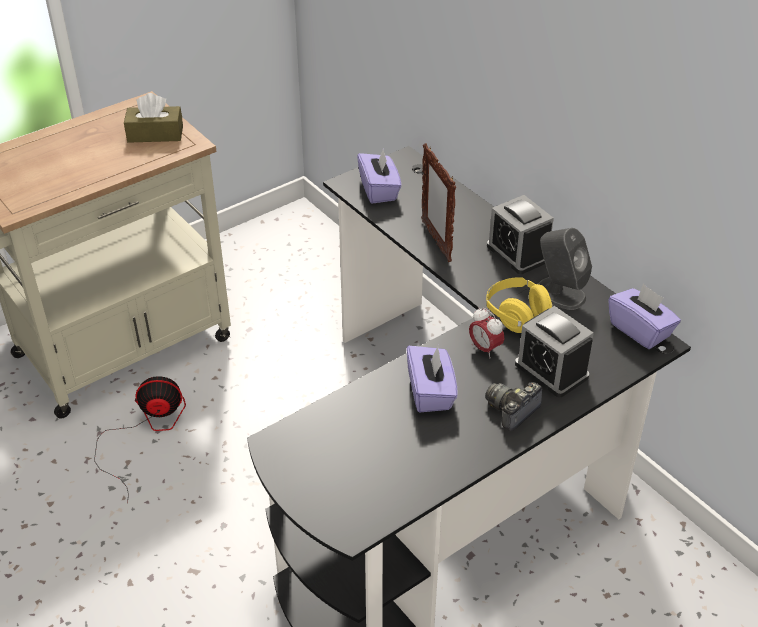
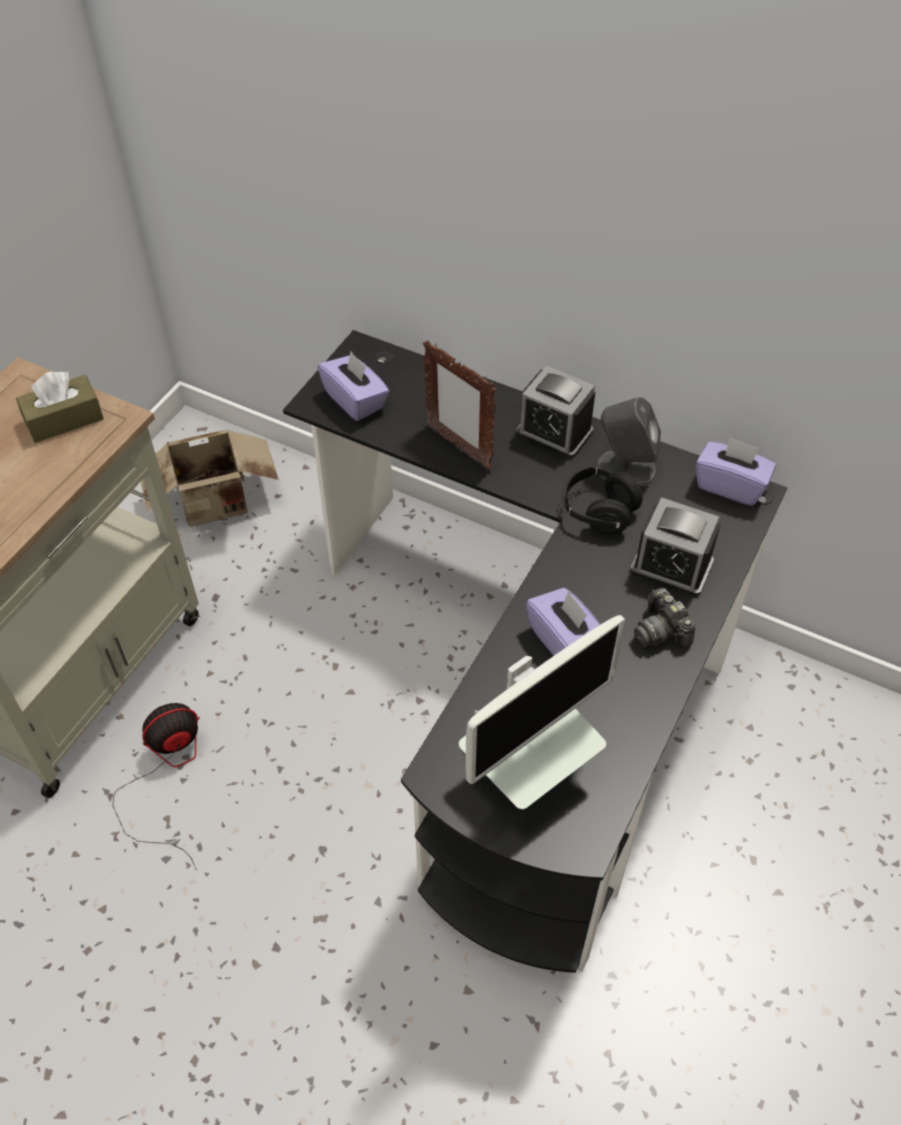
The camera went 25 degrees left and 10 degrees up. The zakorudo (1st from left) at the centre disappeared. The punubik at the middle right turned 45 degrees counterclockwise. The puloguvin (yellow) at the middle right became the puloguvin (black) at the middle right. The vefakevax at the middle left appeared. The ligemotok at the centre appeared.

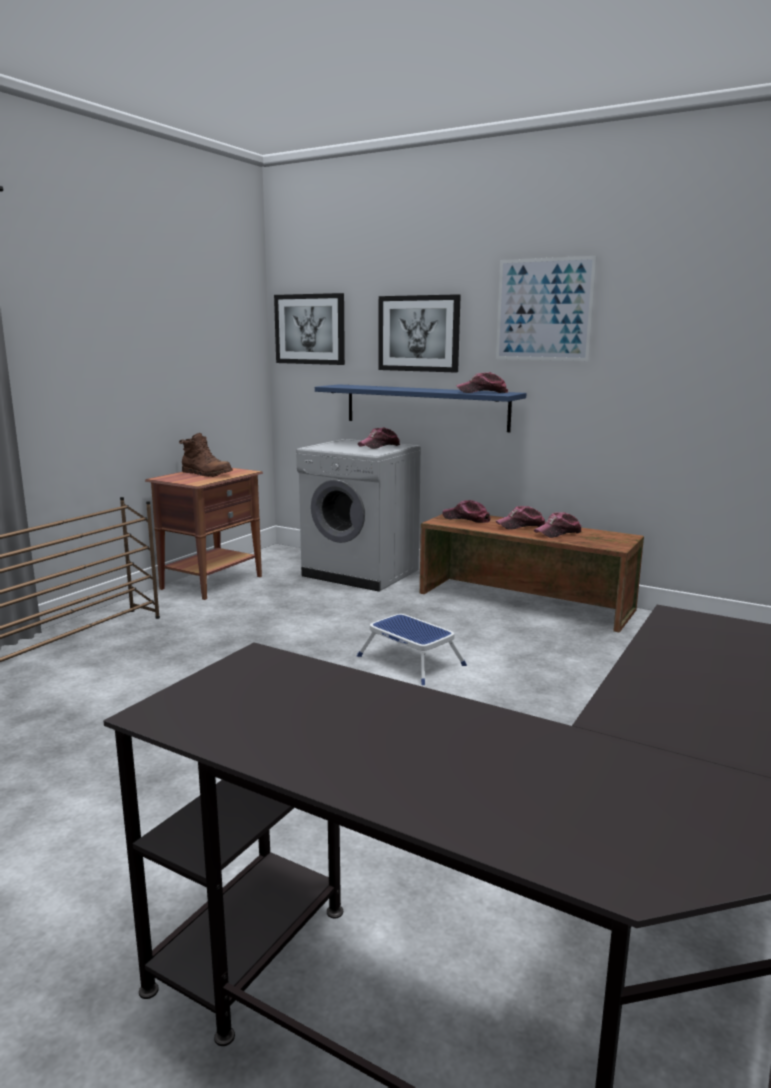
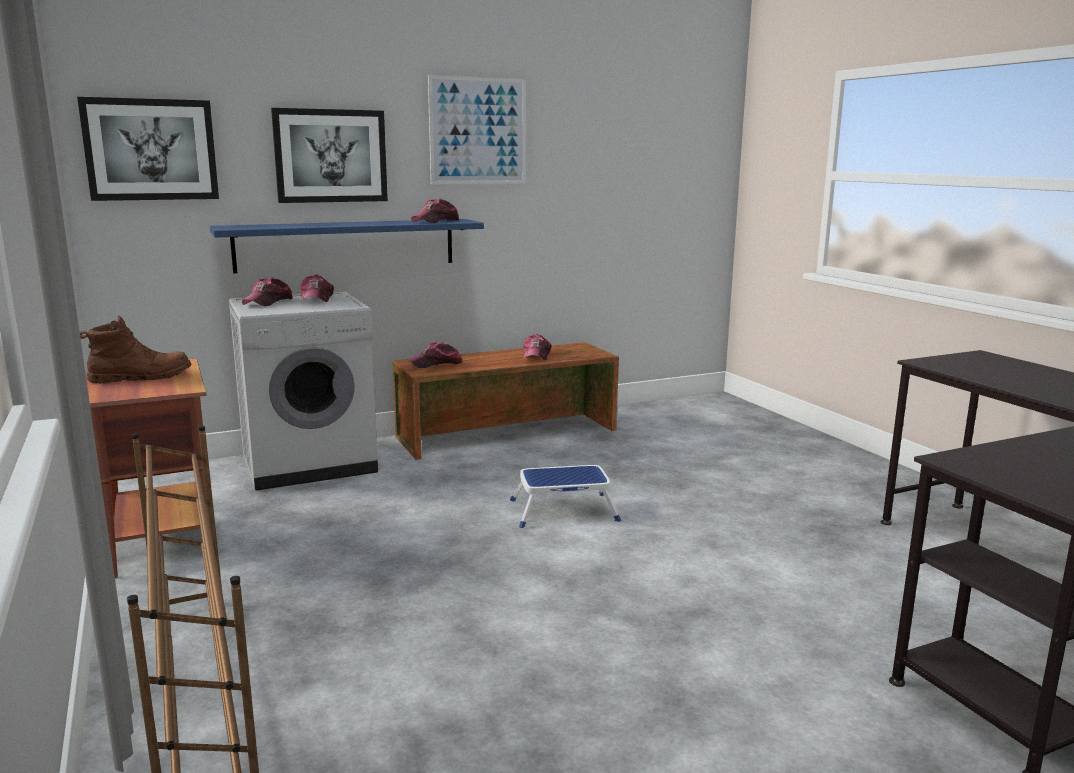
The camera went 55 degrees left and 0 degrees up. The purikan (4th from left in the first image) moved from the middle right to the middle left.

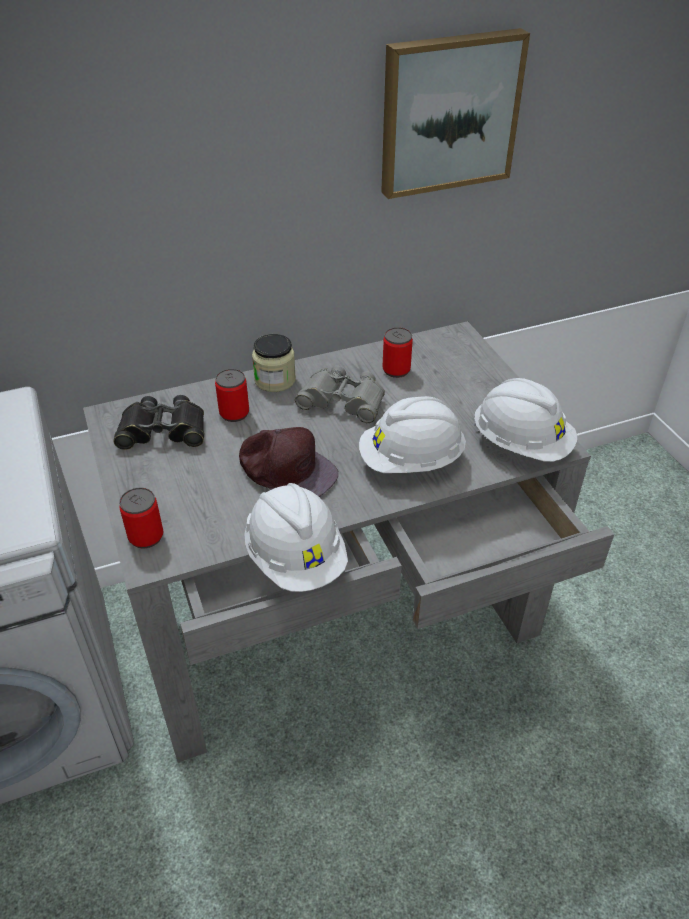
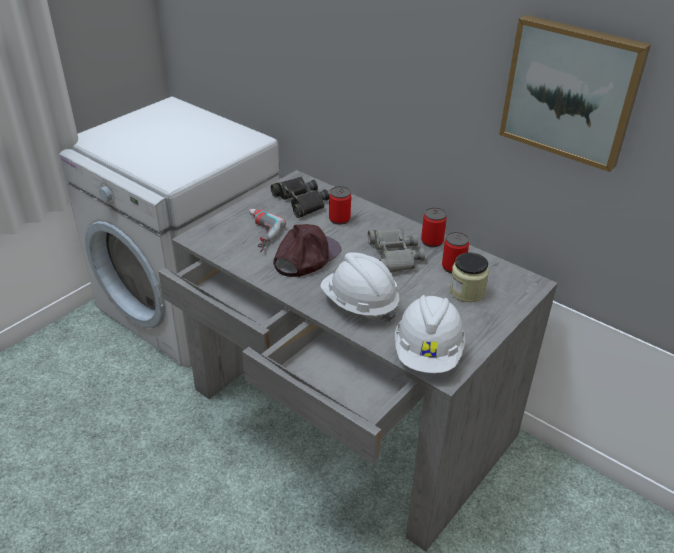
The camera went 60 degrees right and 5 degrees down. The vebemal (1st from left in the first image) moved from the middle left to the centre. The purikan (brown) at the centre turned 150 degrees counterclockwise. The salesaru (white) (1st from left) at the centre disappeared. The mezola moved from the centre to the middle right. The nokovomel at the centre appeared.

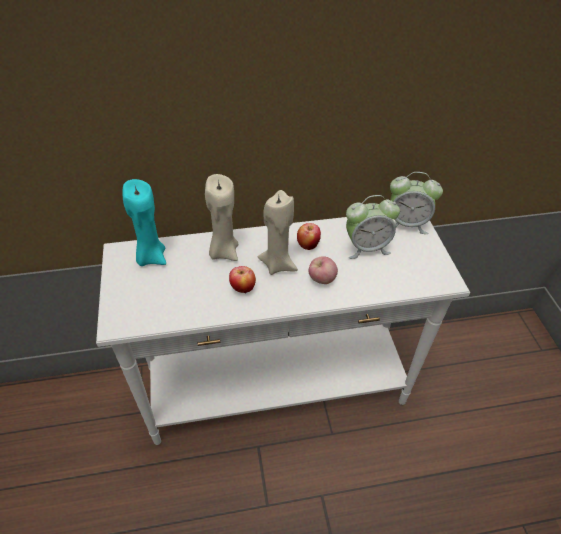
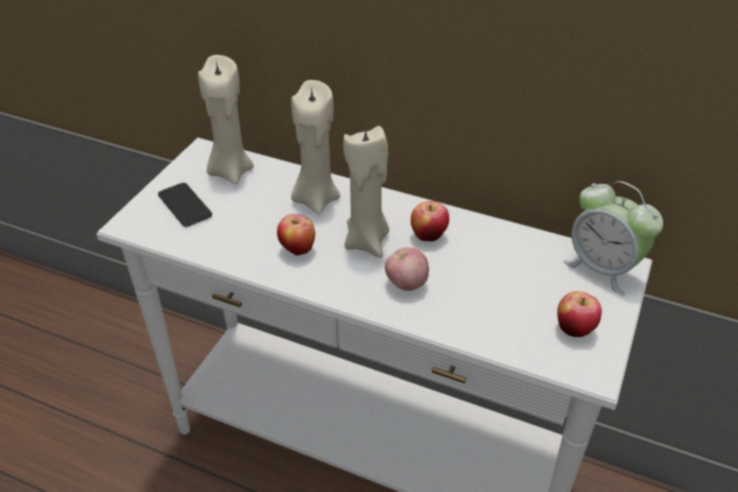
The camera went 35 degrees right and 5 degrees down. The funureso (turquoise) at the middle left became the funureso (beige) (1st from left) at the top left. The zakorudo (1st from left) at the centre disappeared. The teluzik at the middle left appeared. The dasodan (4th from left) at the middle right appeared.

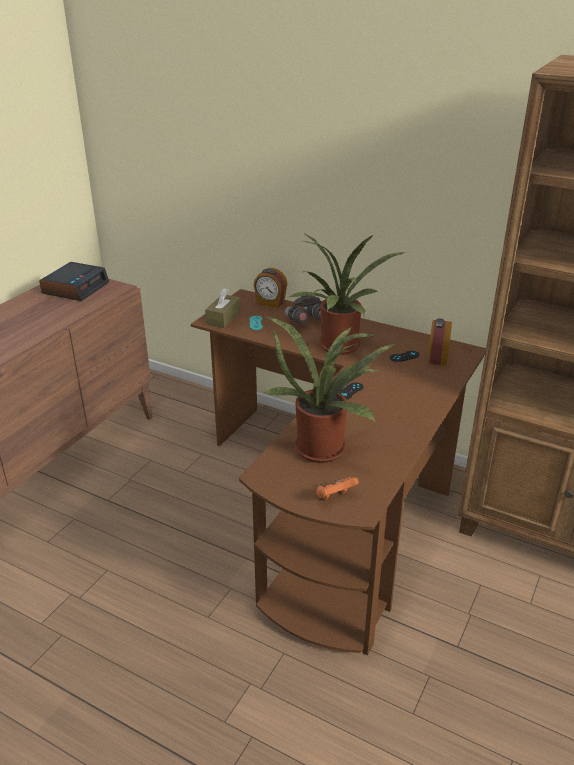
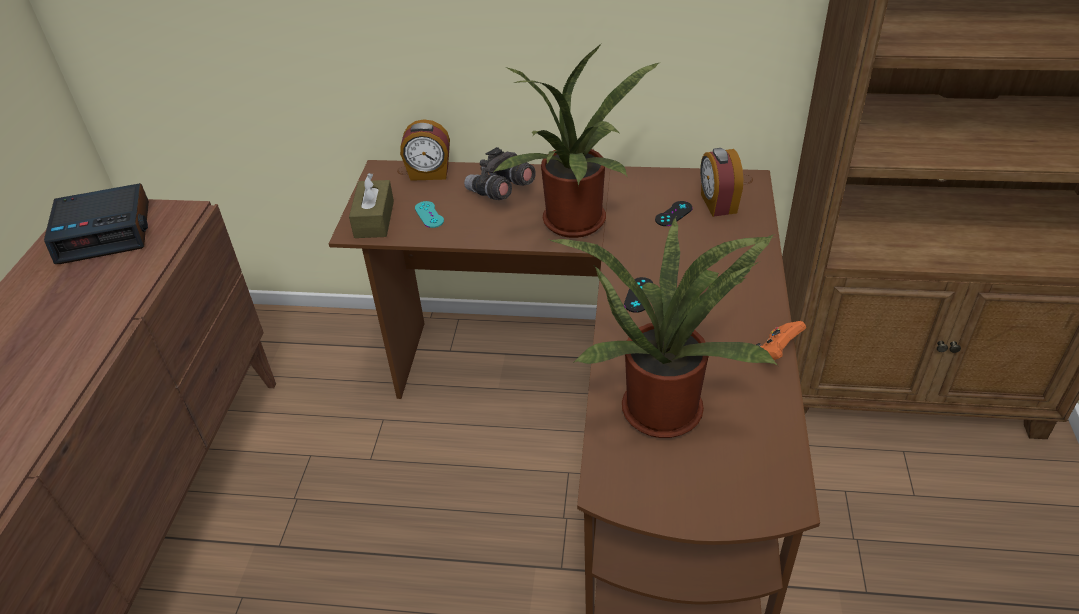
The camera went 20 degrees left and 10 degrees up. The zakorudo (1st from left) at the middle left turned 75 degrees clockwise. The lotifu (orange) moved from the centre to the middle right.

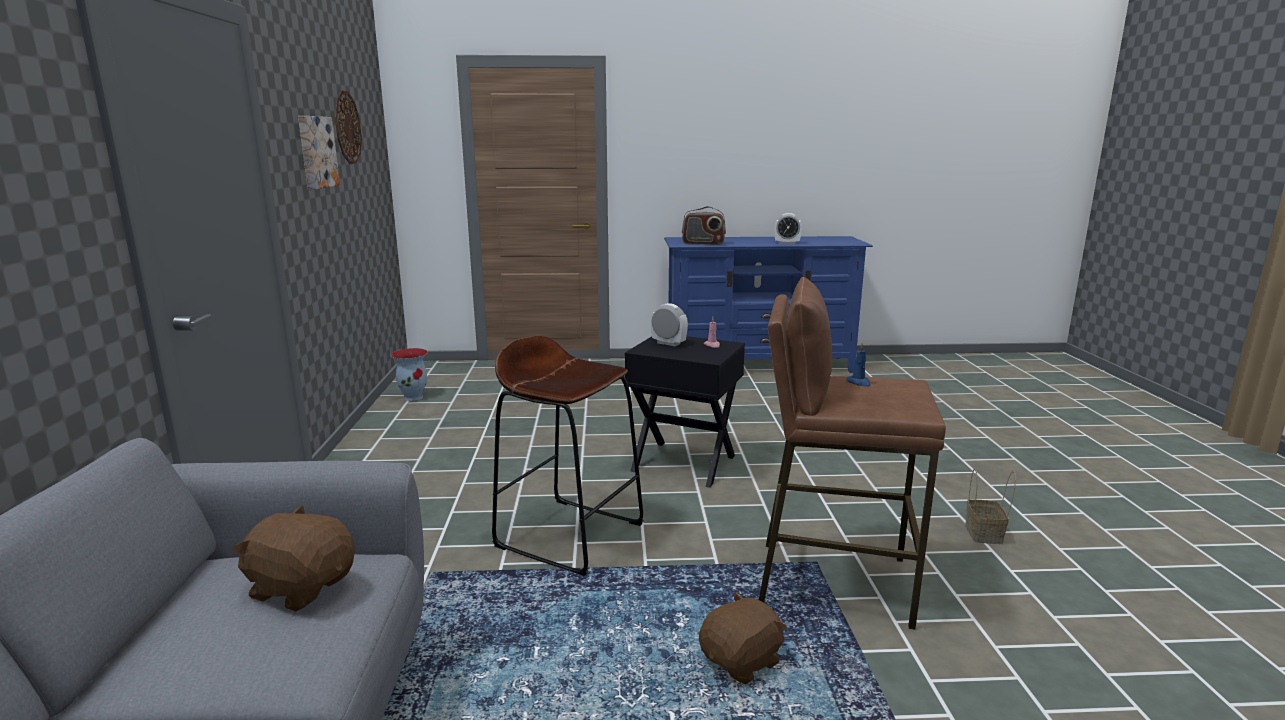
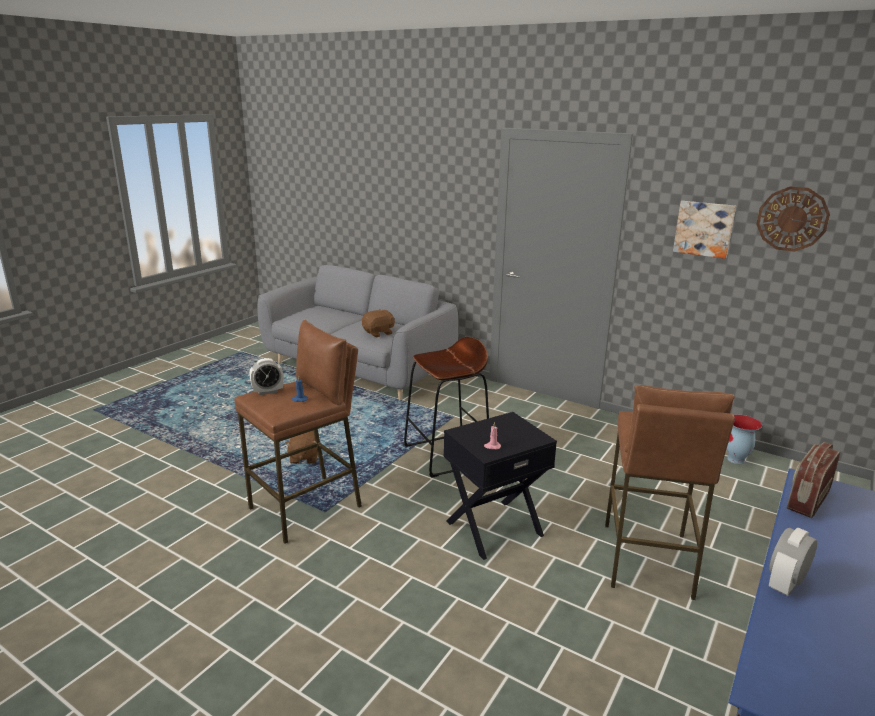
The camera went 125 degrees right and 5 degrees up. The zakorudo (1st from left) moved from the centre to the middle left. The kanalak at the bottom right disappeared. The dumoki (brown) (3rd from left) at the bottom right appeared.

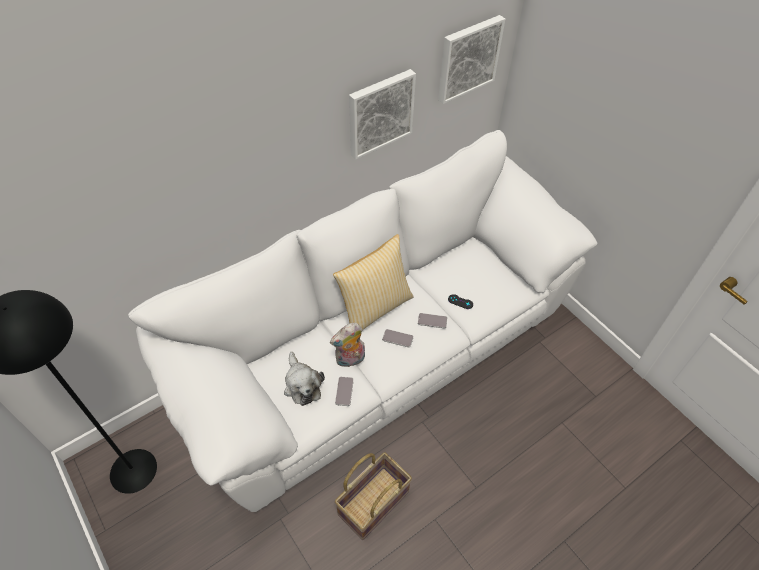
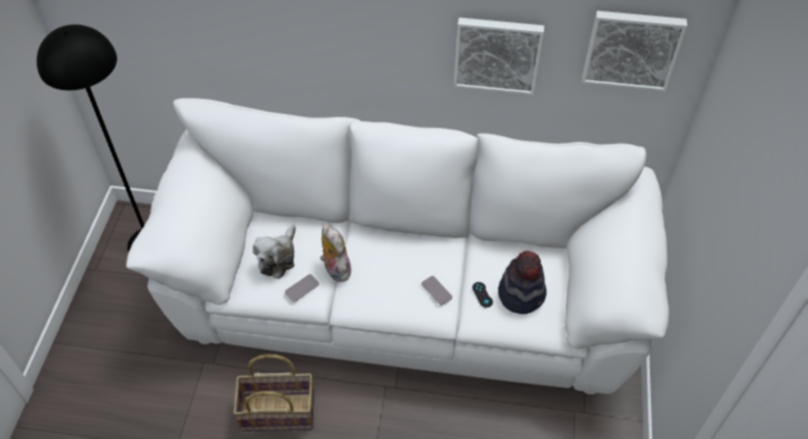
The camera went 45 degrees right and 0 degrees up. The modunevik (2nd from left) at the centre turned 45 degrees clockwise. The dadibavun at the centre disappeared. The teluzik (2nd from left) at the centre disappeared. The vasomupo at the centre appeared.

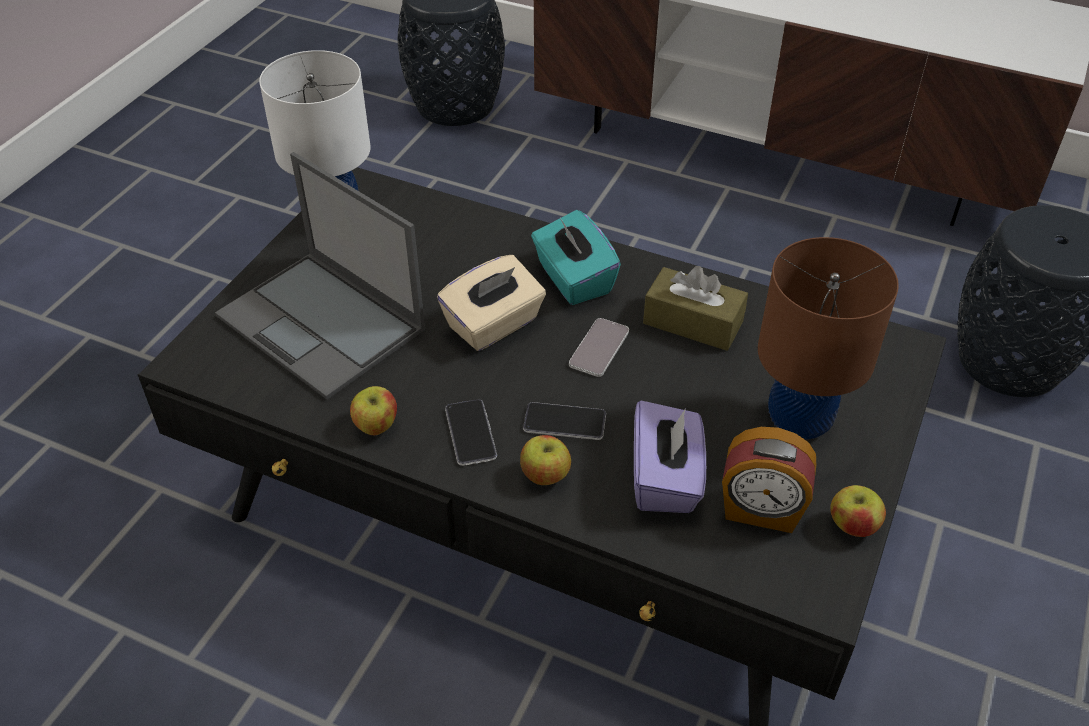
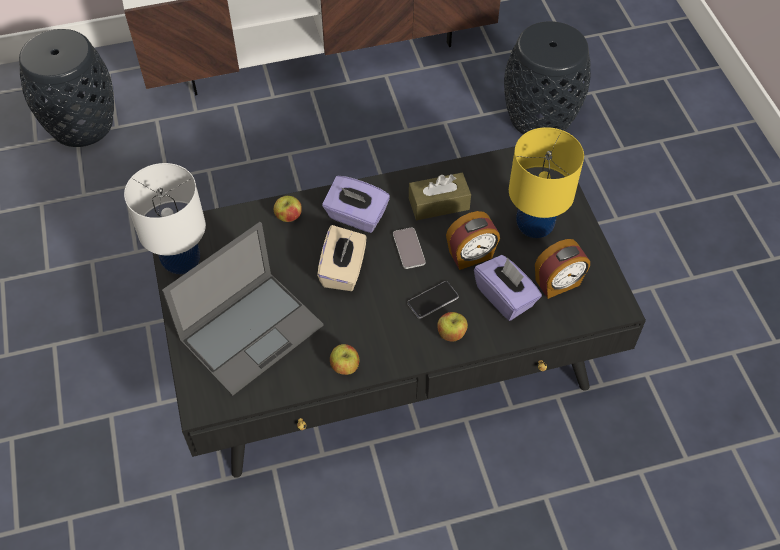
The camera went 40 degrees left and 10 degrees up. The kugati at the middle left turned 45 degrees counterclockwise. The teluzik (1st from left) at the centre disappeared. The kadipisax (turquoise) at the centre became the kadipisax (purple) (1st from left) at the centre. The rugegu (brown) at the middle right became the rugegu (yellow) at the top right. The dasodan (3rd from left in the first image) moved from the bottom right to the centre. The zakorudo (1st from left) at the centre appeared.

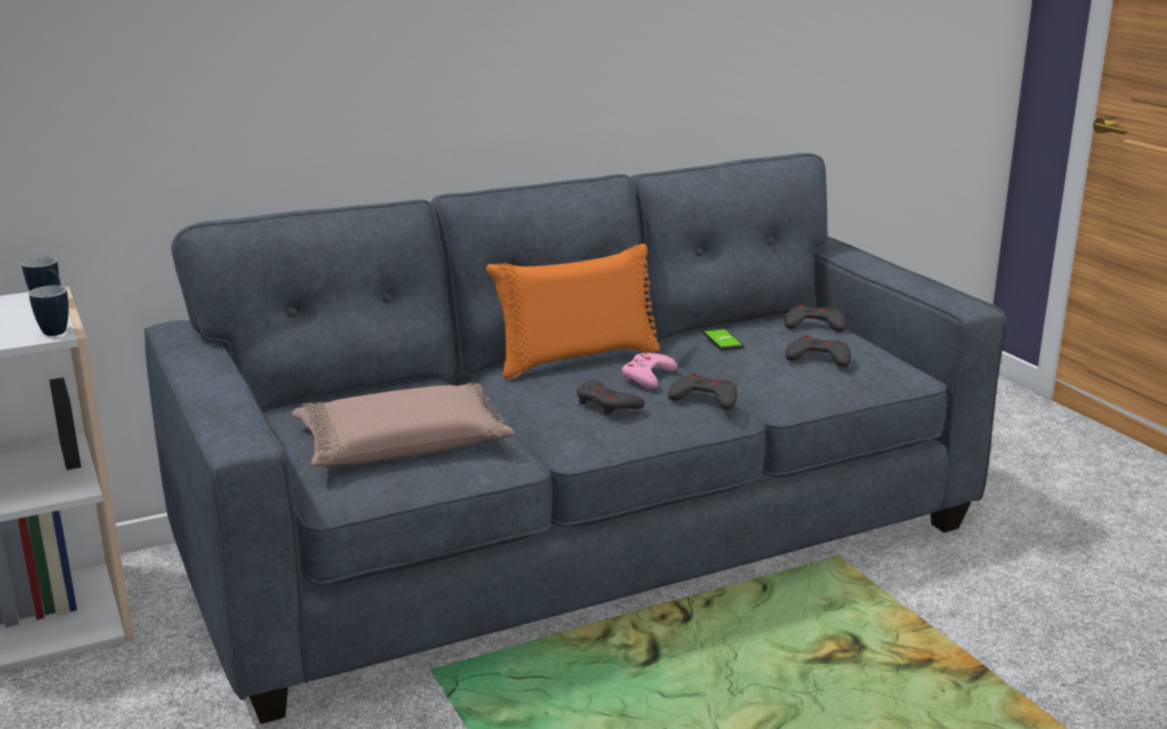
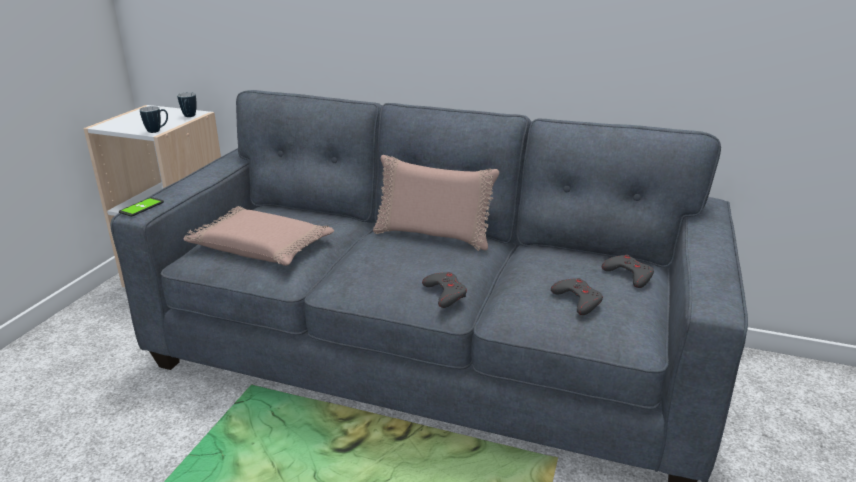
The camera went 45 degrees right and 5 degrees up. The dadibavun (orange) at the centre became the dadibavun (beige) (2nd from left) at the centre. The lotifu (grey) (1st from left) at the centre disappeared. The lotifu (pink) at the centre disappeared. The teluzik moved from the centre to the middle left.

